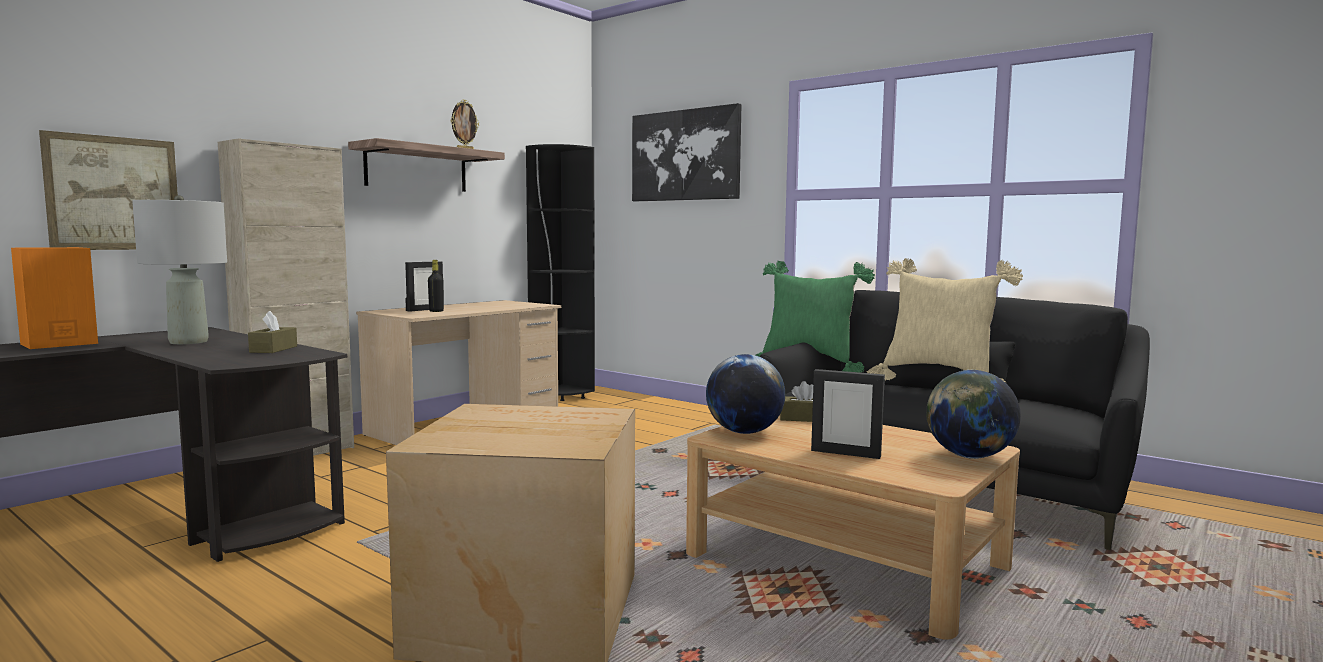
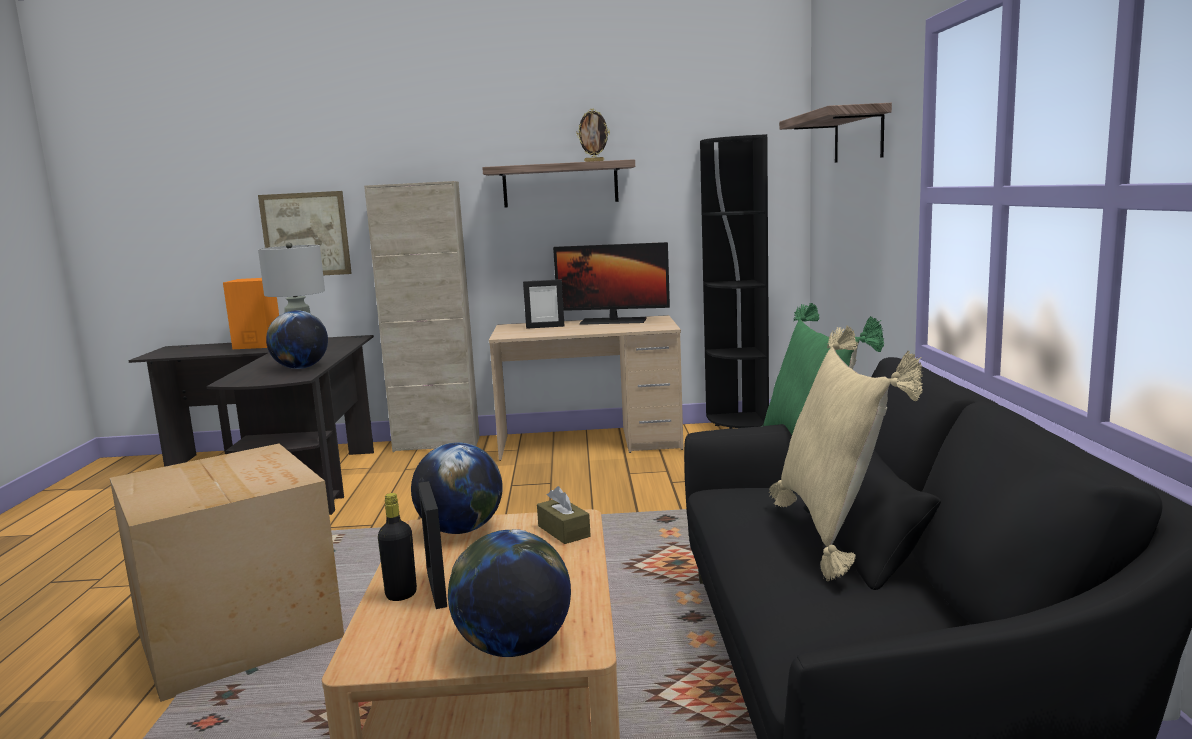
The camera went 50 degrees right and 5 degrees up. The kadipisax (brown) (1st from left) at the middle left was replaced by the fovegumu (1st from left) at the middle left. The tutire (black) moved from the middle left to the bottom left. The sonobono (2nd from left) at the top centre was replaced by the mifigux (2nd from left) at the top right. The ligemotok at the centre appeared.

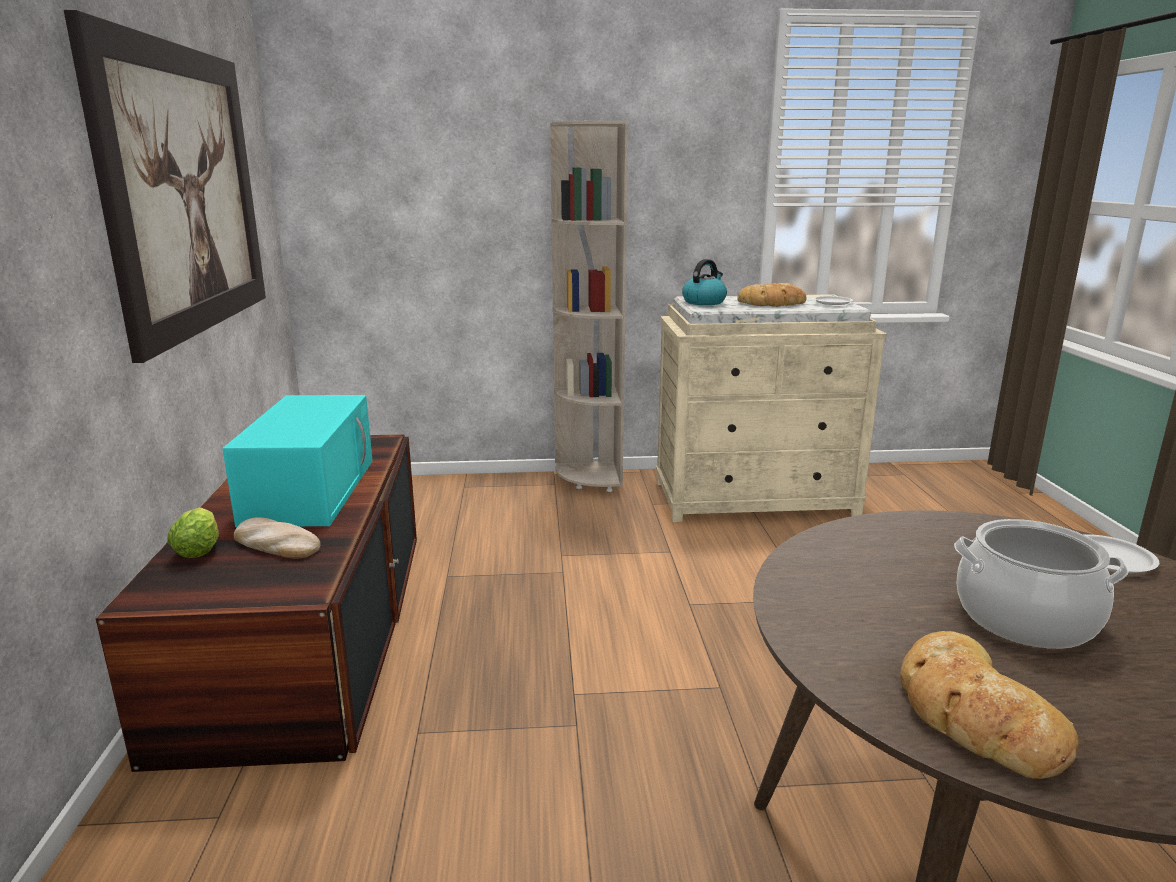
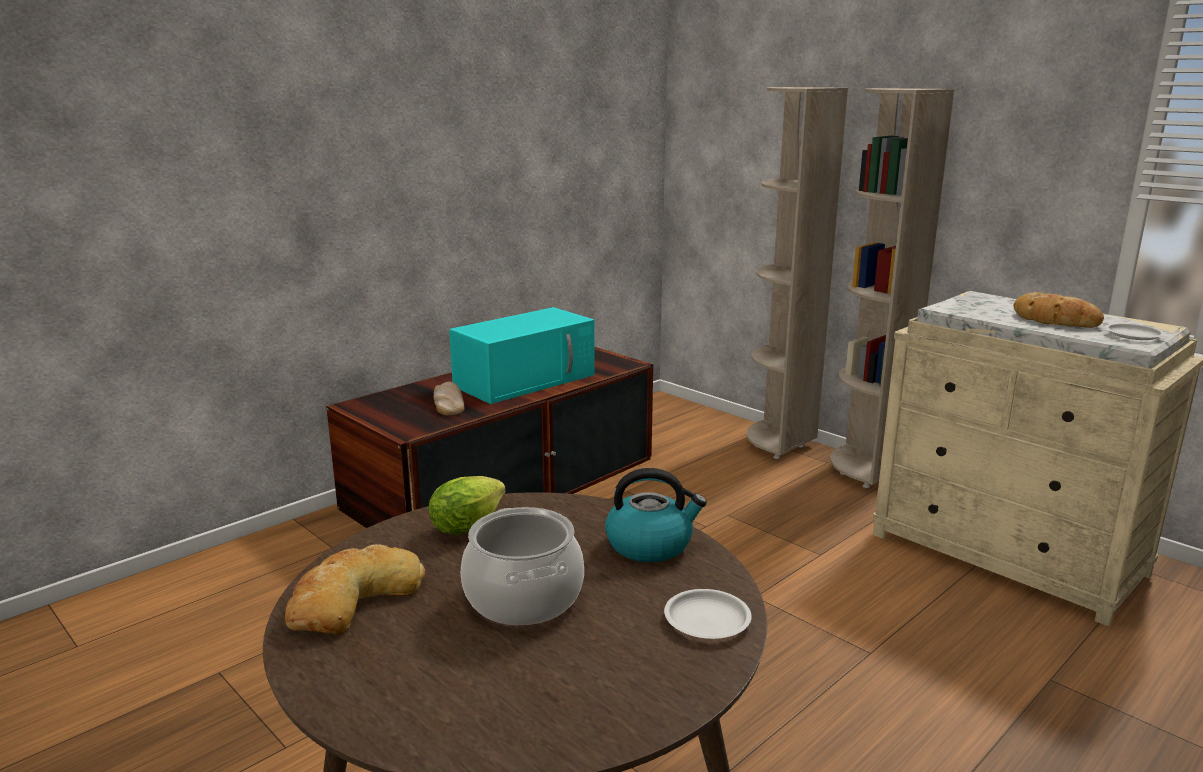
The camera went 50 degrees right and 0 degrees up. The sonobono at the top left disappeared. The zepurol moved from the middle left to the centre. The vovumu moved from the top centre to the bottom centre. The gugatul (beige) (1st from left) at the centre appeared.

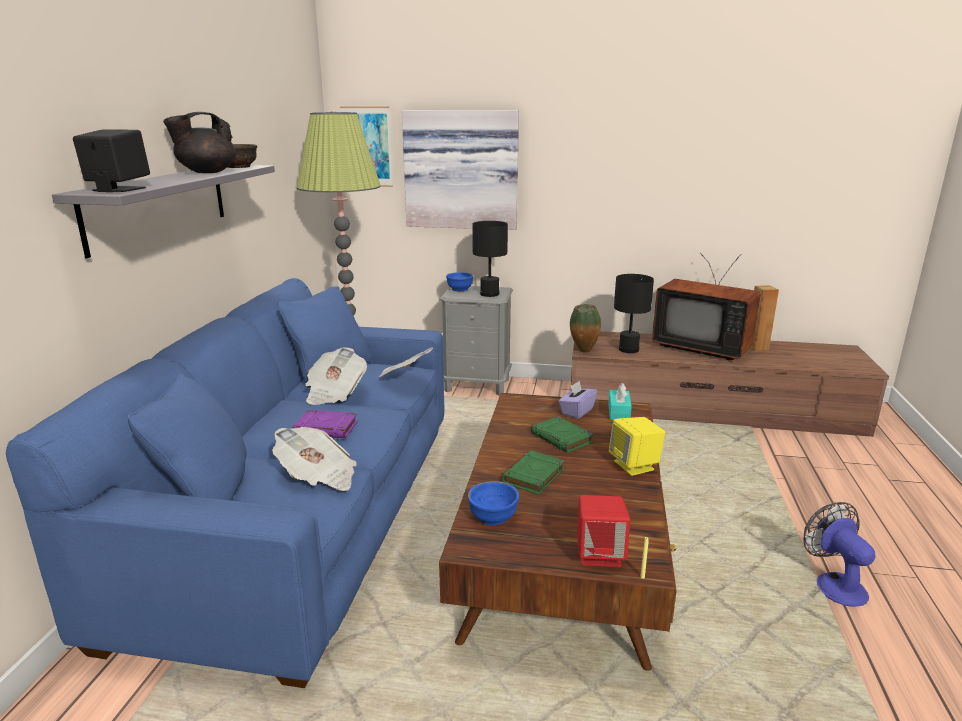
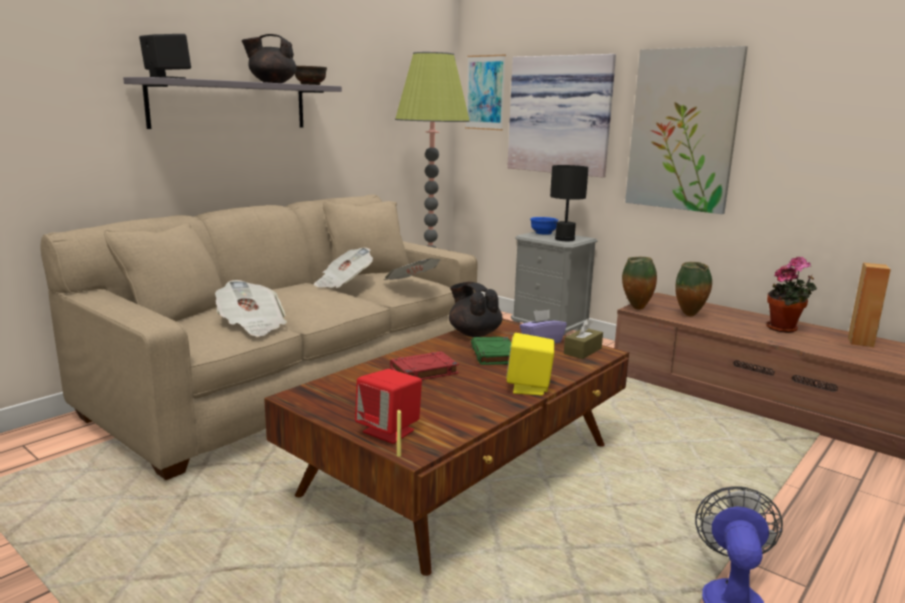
The camera went 30 degrees right and 5 degrees down. The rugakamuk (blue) at the bottom left became the rugakamuk (beige) at the middle left. The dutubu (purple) at the centre disappeared. The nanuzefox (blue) (2nd from left) at the bottom centre disappeared. The dutubu (green) (1st from left) at the centre became the dutubu (red) at the centre. The kadipisax (turquoise) at the centre became the kadipisax (brown) at the centre. The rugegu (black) (2nd from left) at the centre was replaced by the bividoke (2nd from left) at the middle right. The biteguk at the middle right was replaced by the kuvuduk at the middle right. The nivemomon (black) (2nd from left) at the centre appeared. The sonobono (3rd from left) at the top right appeared.

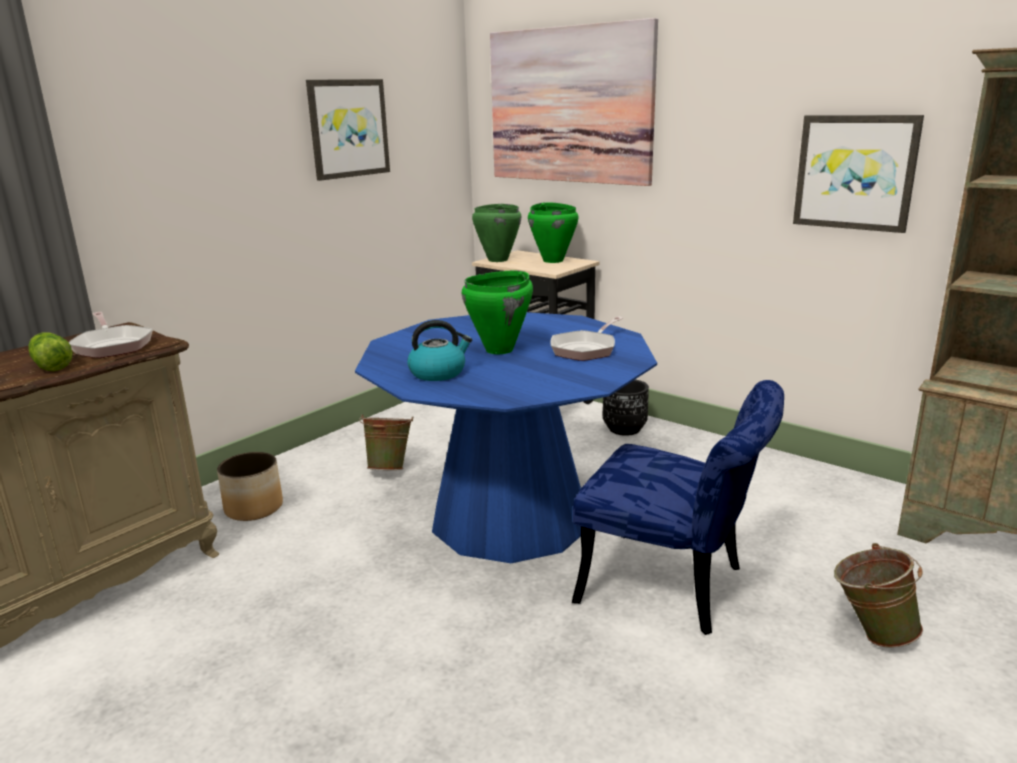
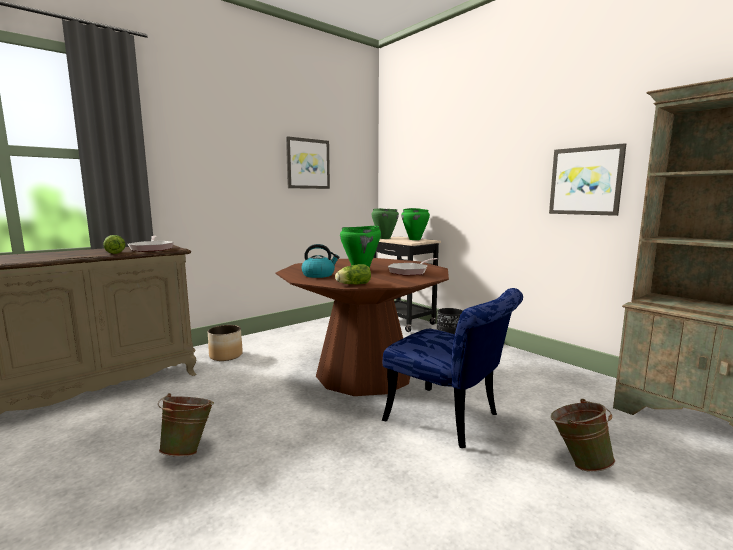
The camera went 10 degrees right and 10 degrees down. The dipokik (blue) at the centre became the dipokik (brown) at the centre. The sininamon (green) (1st from left) moved from the centre to the bottom left. The sonobono (2nd from left) at the top centre disappeared. The zepurol (2nd from left) at the centre appeared.

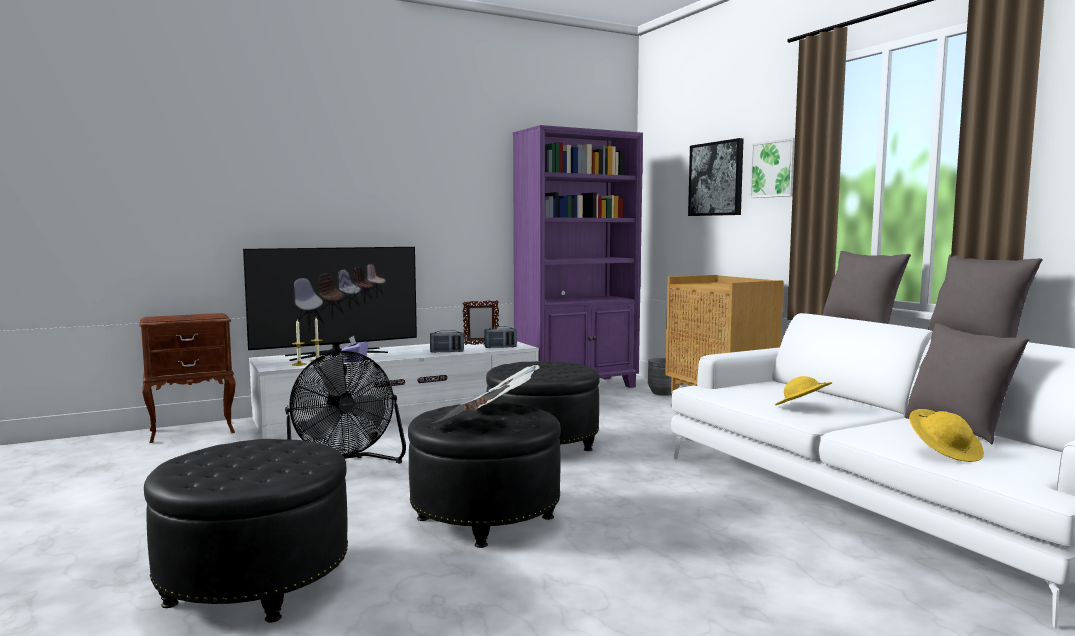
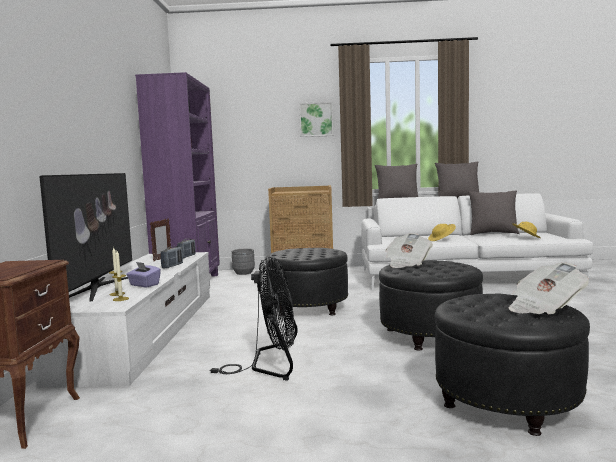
The camera went 60 degrees left and 0 degrees up. The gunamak (1st from left in the first image) moved from the centre to the middle right. The sonobono (1st from left) at the top centre disappeared.

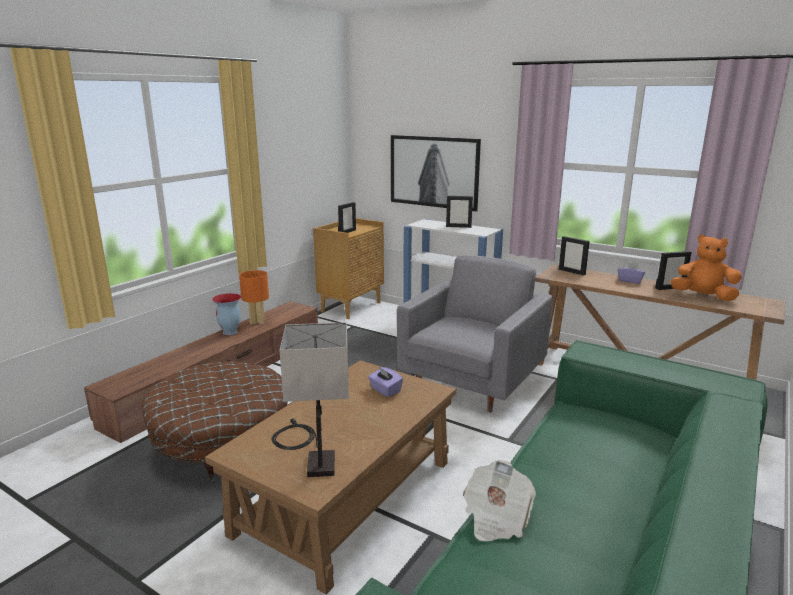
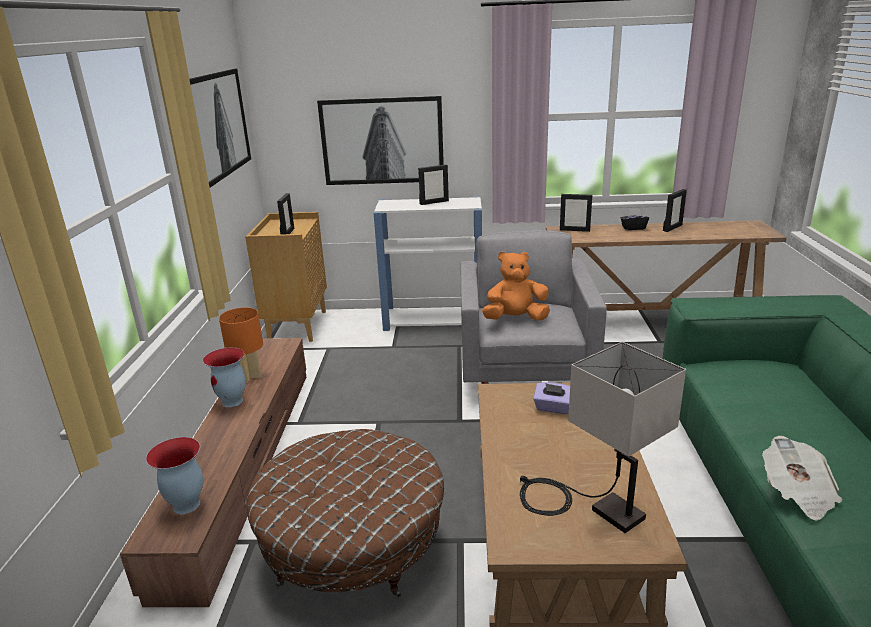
The camera went 30 degrees left and 5 degrees up. The kadipisax (purple) (2nd from left) at the middle right became the kadipisax (black) at the middle right. The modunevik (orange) moved from the middle right to the centre. The bividoke (1st from left) at the bottom left appeared. The sonobono (1st from left) at the top left appeared.

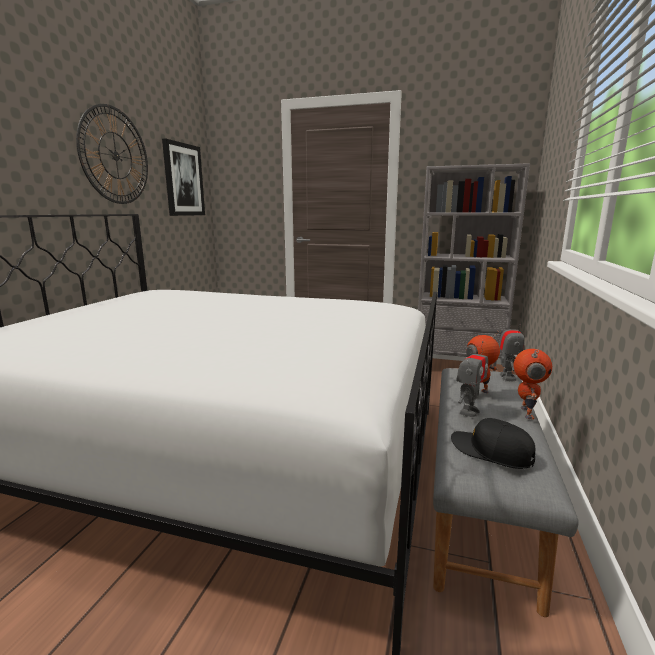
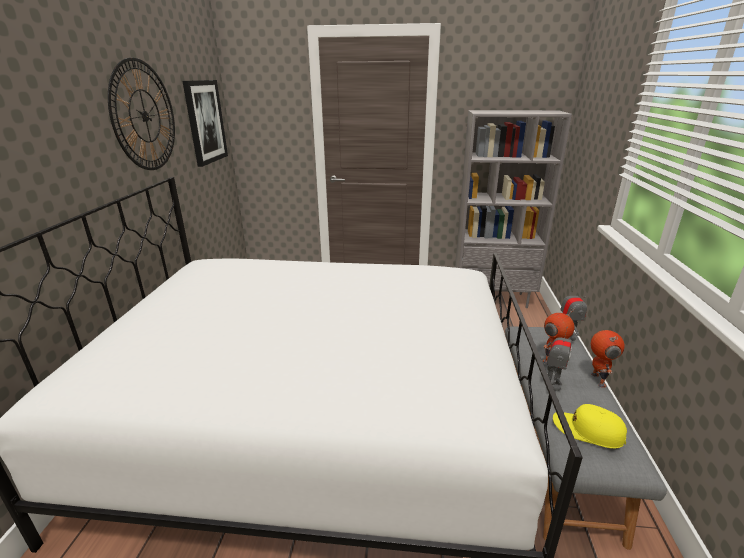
The camera went 10 degrees left and 10 degrees up. The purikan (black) at the bottom right became the purikan (yellow) at the bottom right.

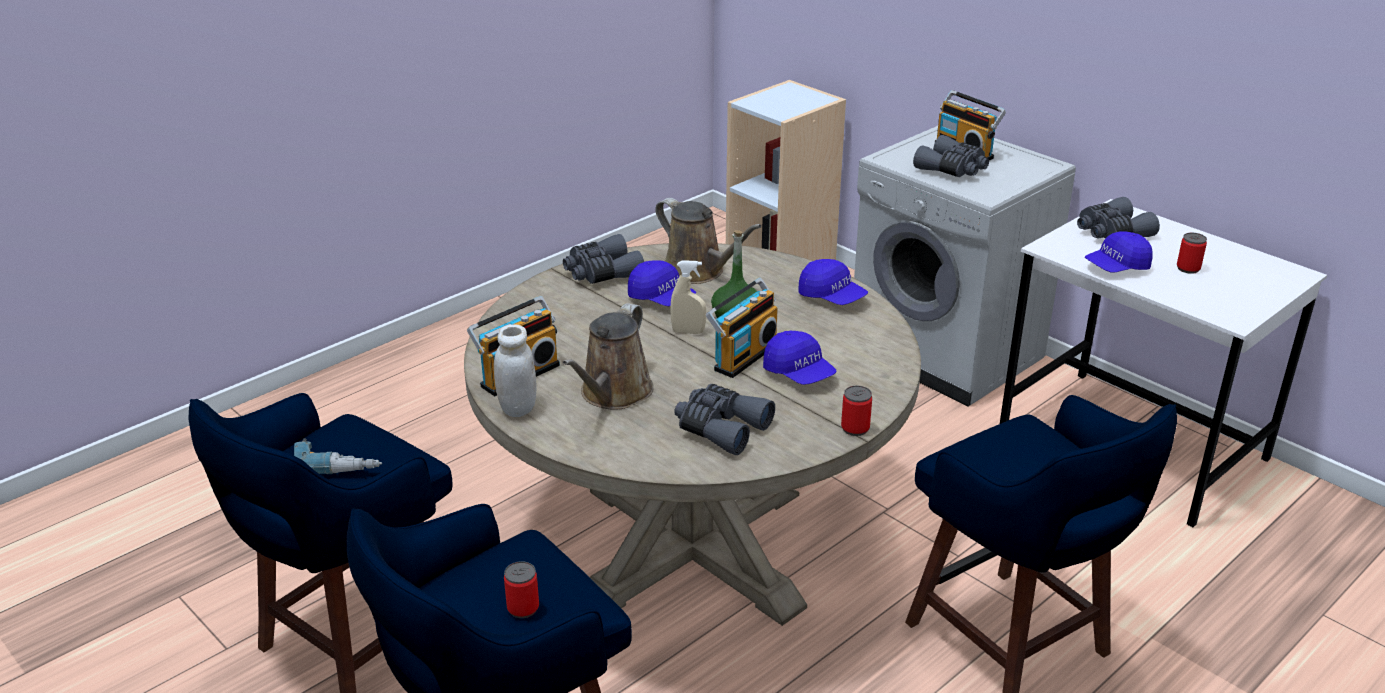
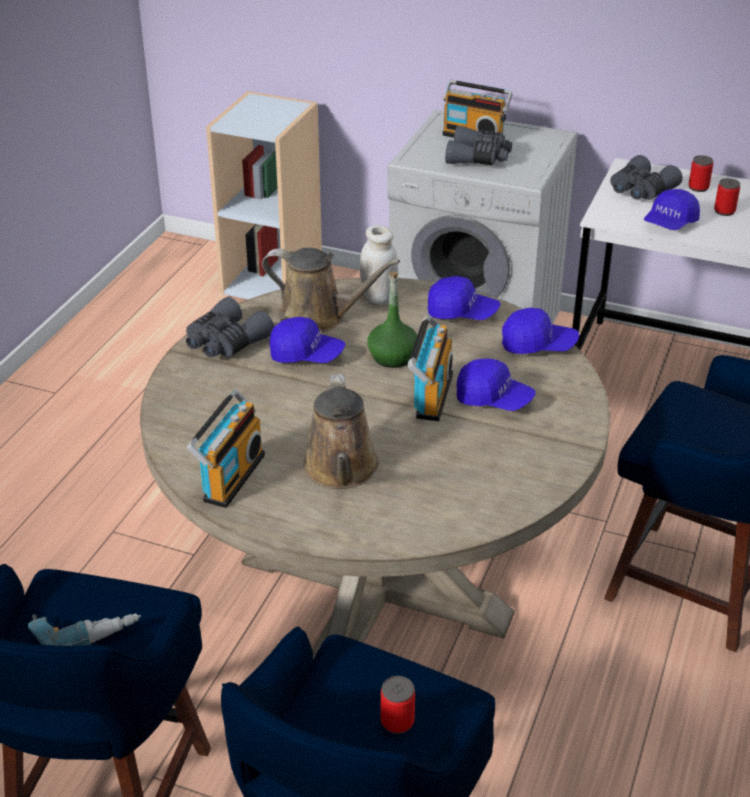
The camera went 25 degrees left and 5 degrees up. The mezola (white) moved from the centre to the top centre. The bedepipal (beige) at the centre disappeared. The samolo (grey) (2nd from left) at the centre disappeared. The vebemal (2nd from left) moved from the centre to the top right. The purikan (blue) (4th from left) at the middle right appeared.

